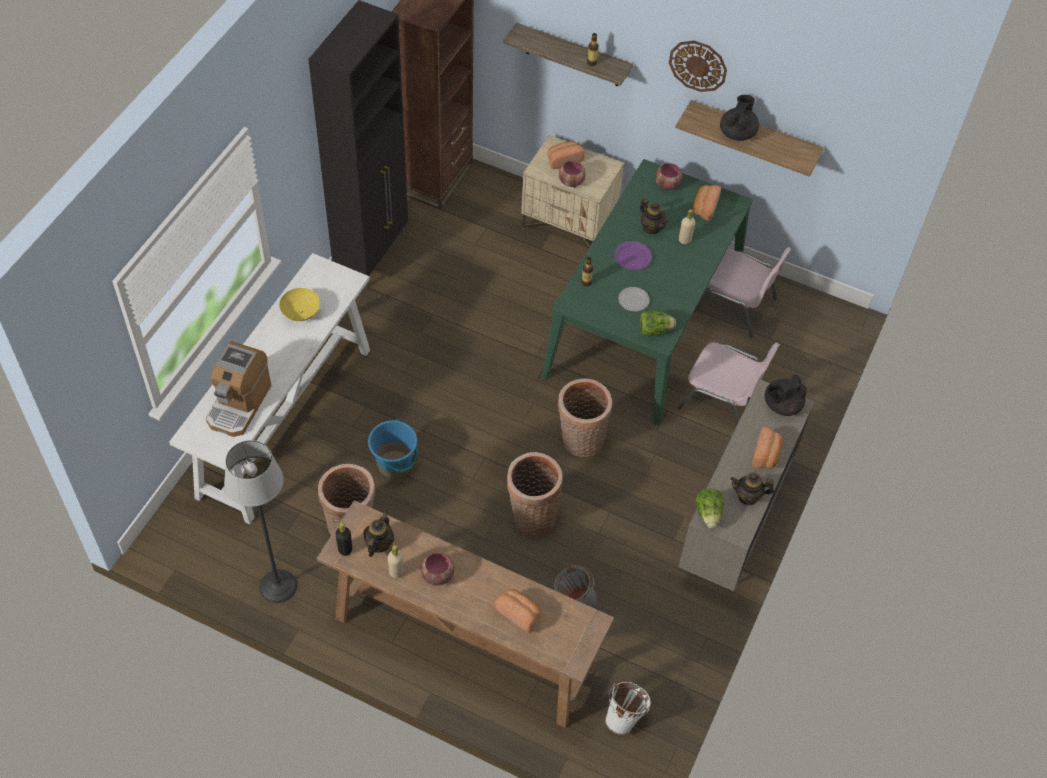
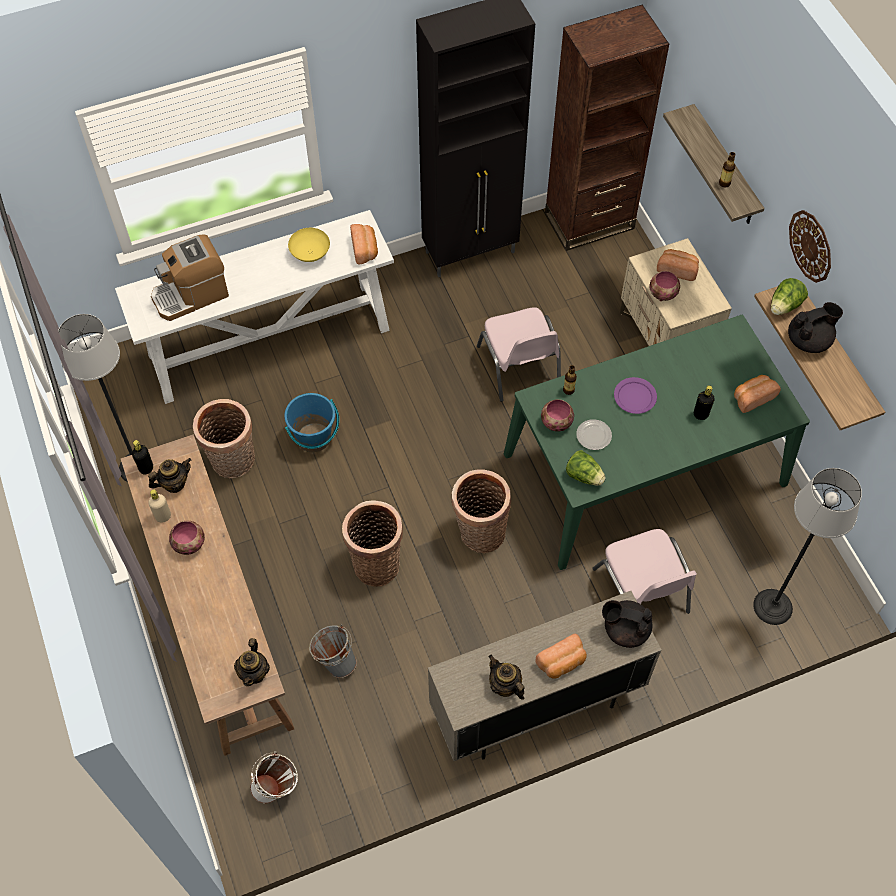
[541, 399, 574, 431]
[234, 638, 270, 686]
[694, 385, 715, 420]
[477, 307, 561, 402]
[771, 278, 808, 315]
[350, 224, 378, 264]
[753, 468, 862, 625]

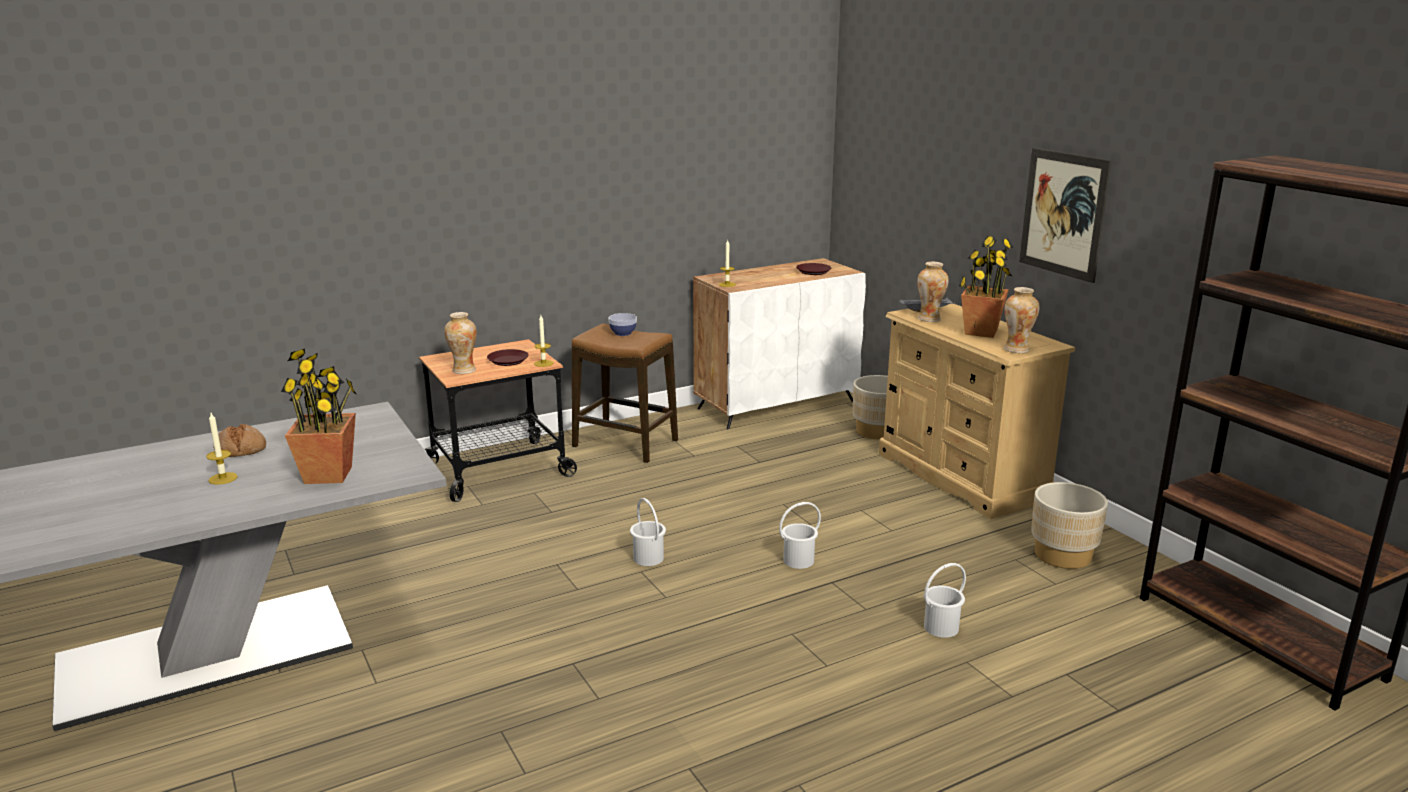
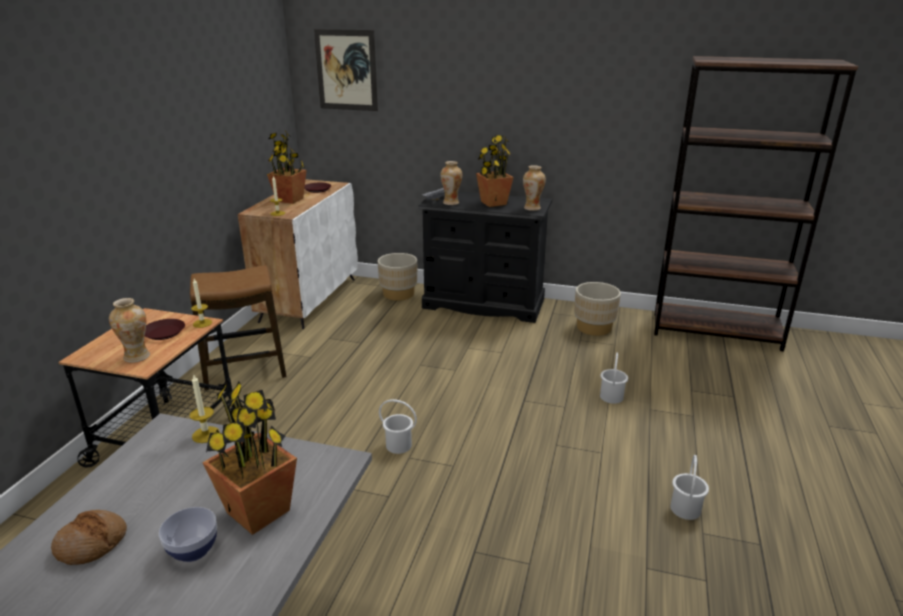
[314, 29, 378, 111]
[418, 191, 552, 323]
[159, 507, 217, 562]
[190, 375, 220, 443]
[670, 455, 709, 520]
[267, 130, 307, 204]

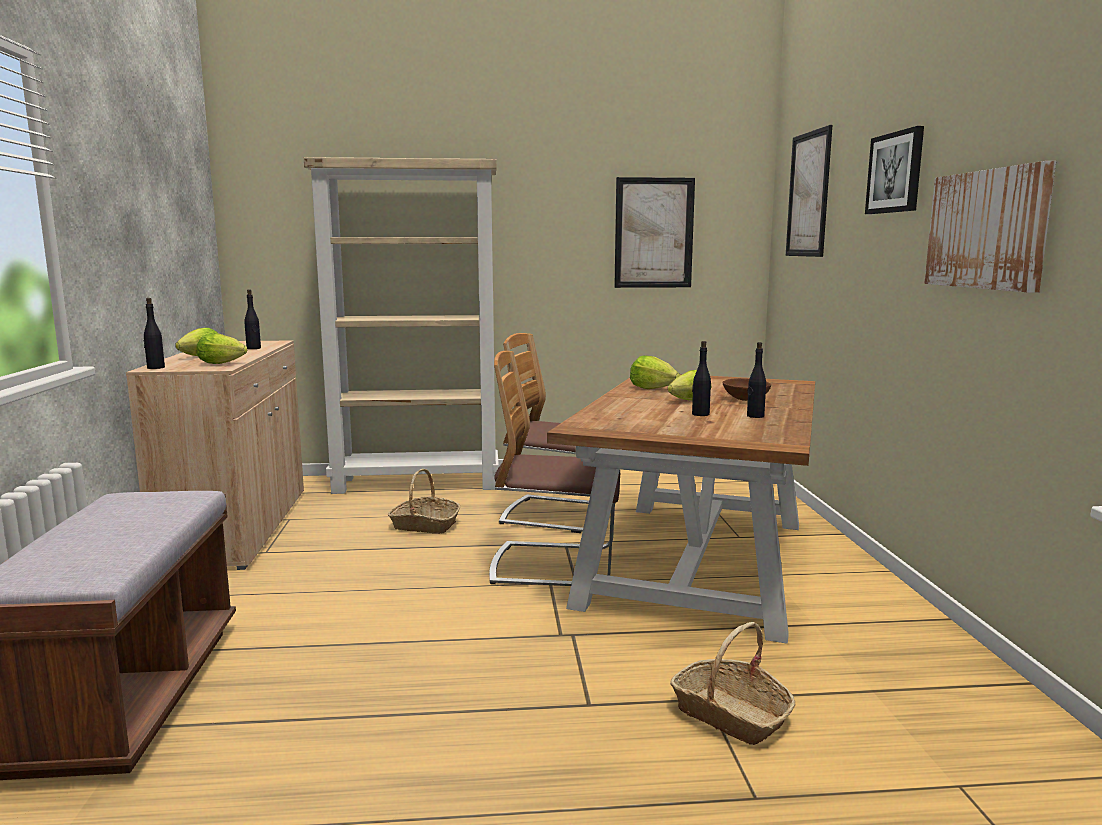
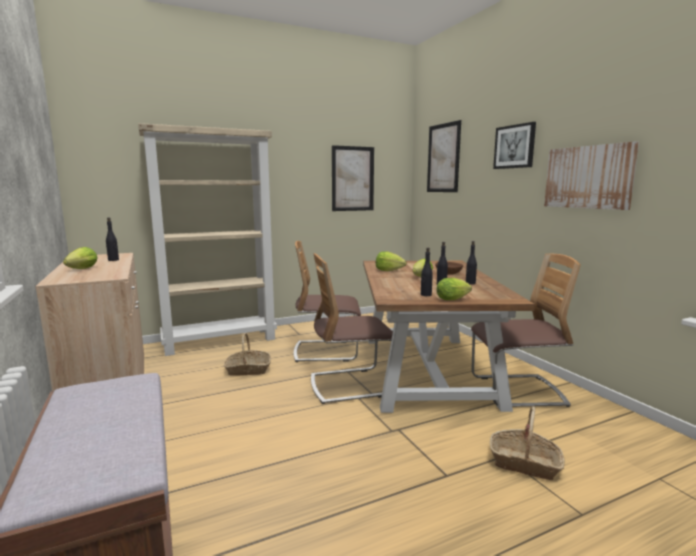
[421, 248, 433, 296]
[437, 278, 472, 300]
[471, 254, 581, 407]

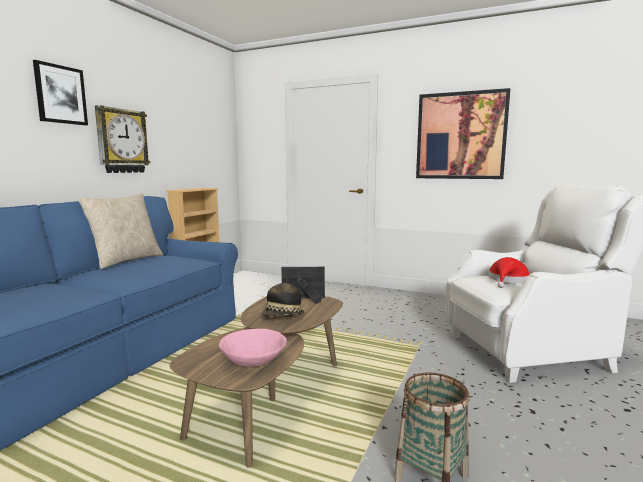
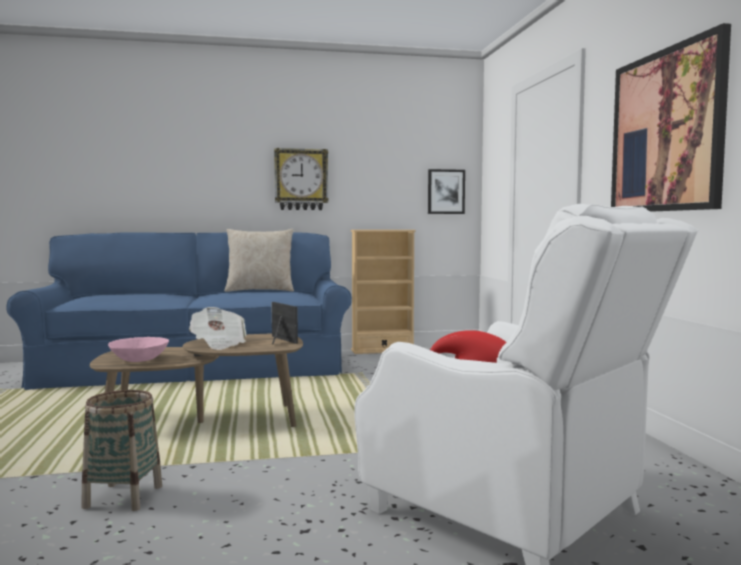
[428, 169, 465, 214]
[189, 307, 246, 350]

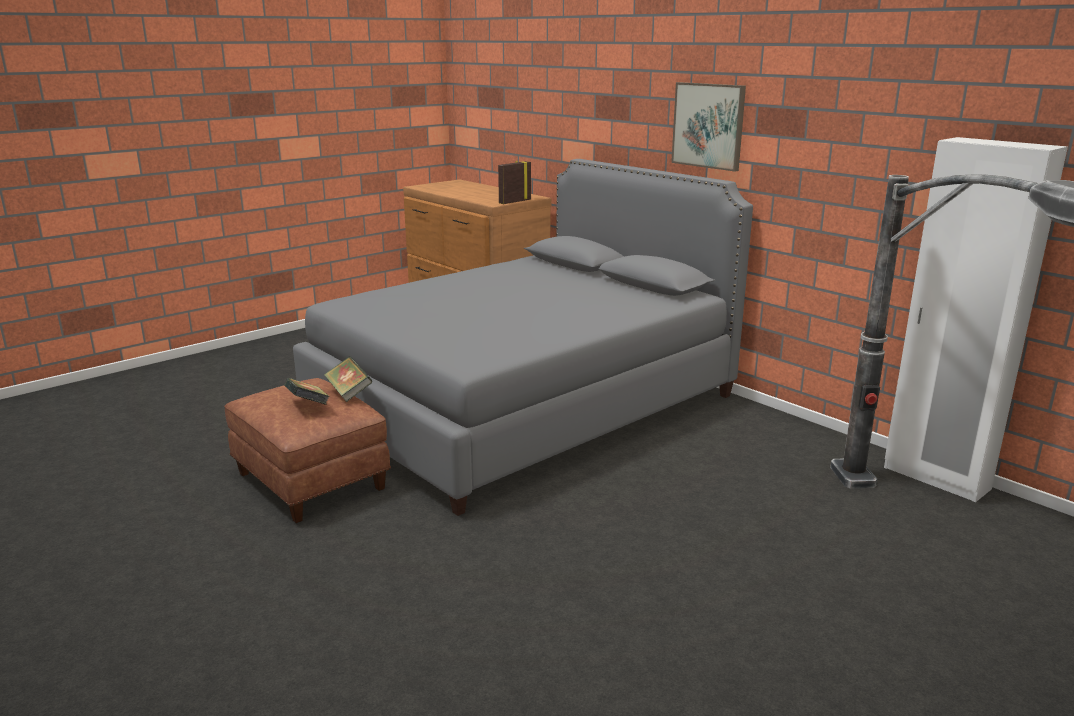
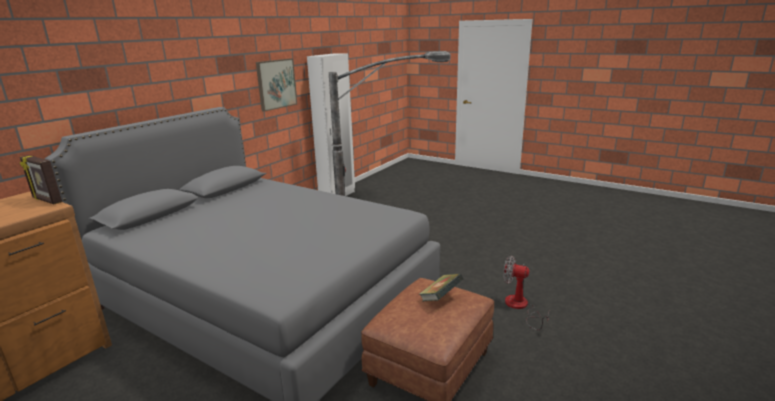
[256, 58, 297, 112]
[324, 356, 373, 402] (first image)
[503, 256, 549, 330]

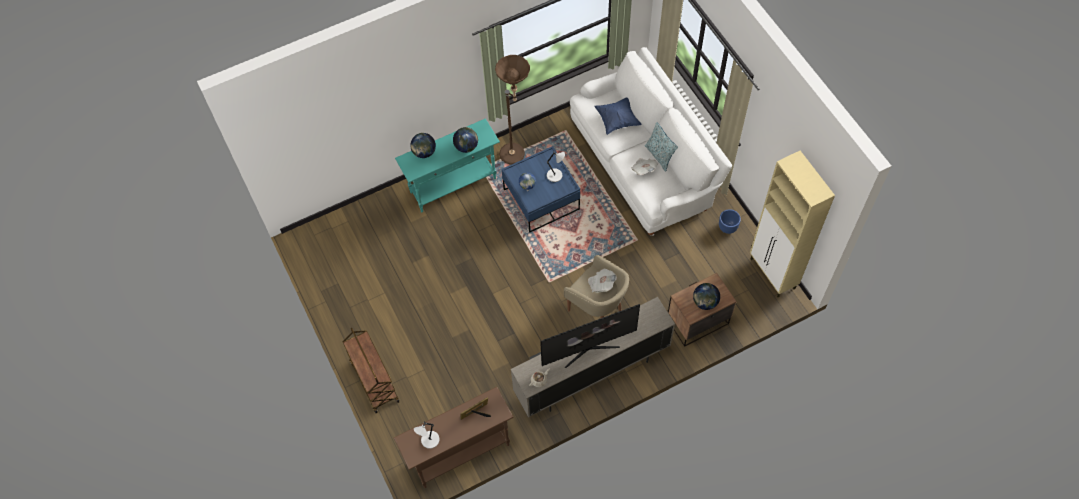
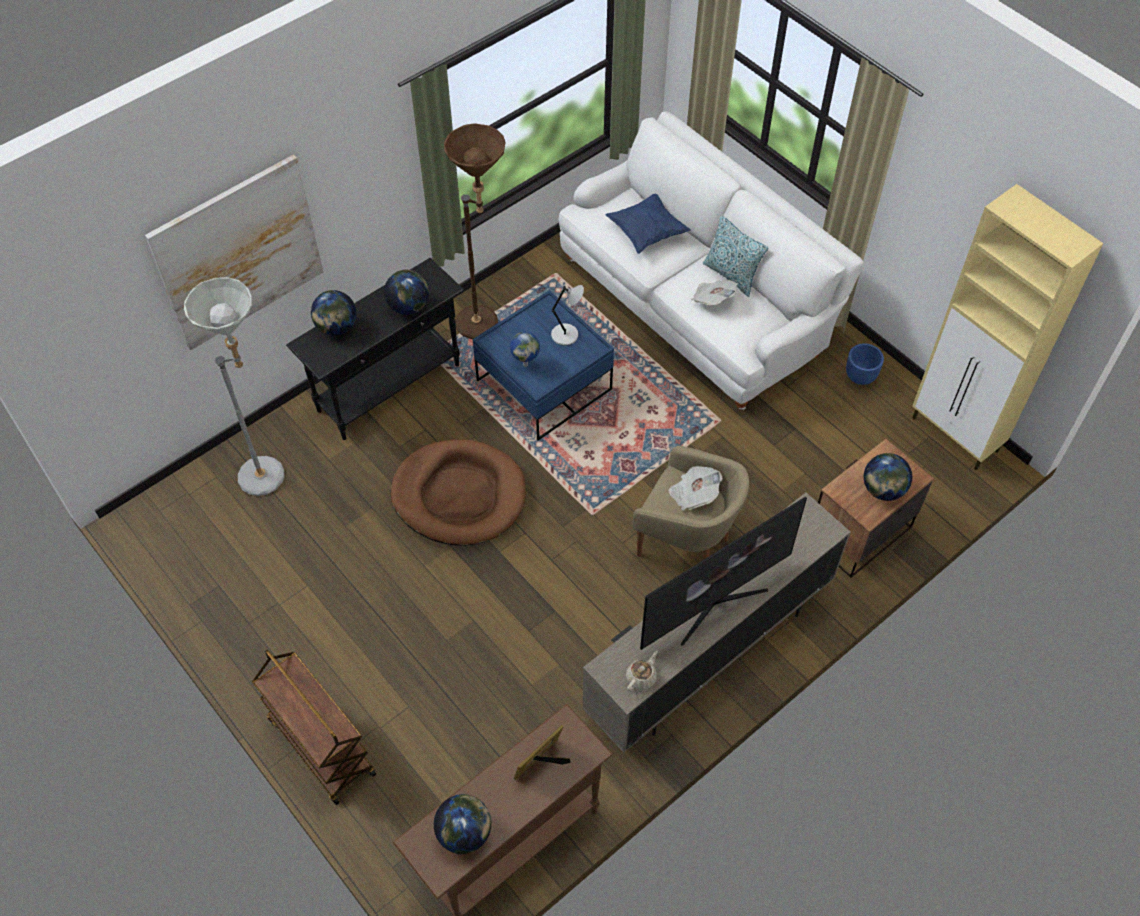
[286, 258, 464, 440]
[434, 794, 491, 855]
[145, 154, 323, 350]
[184, 277, 285, 496]
[390, 439, 526, 546]

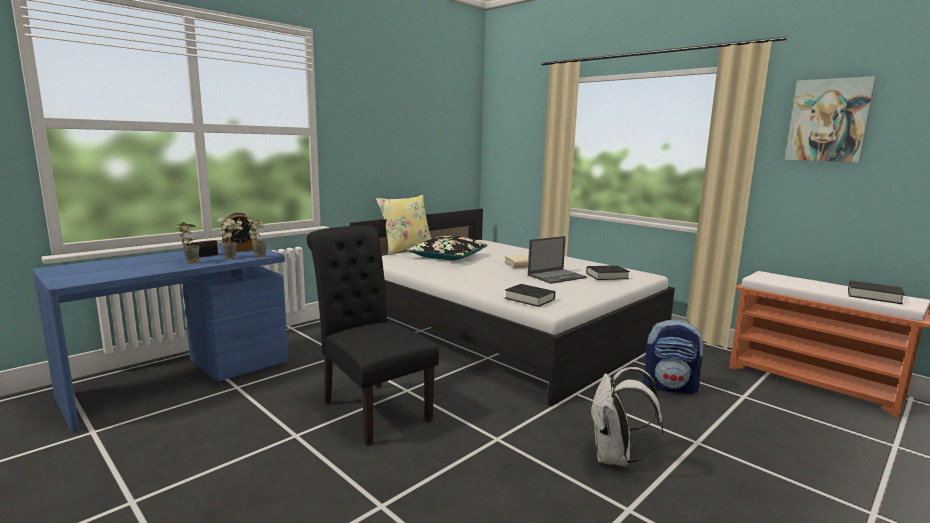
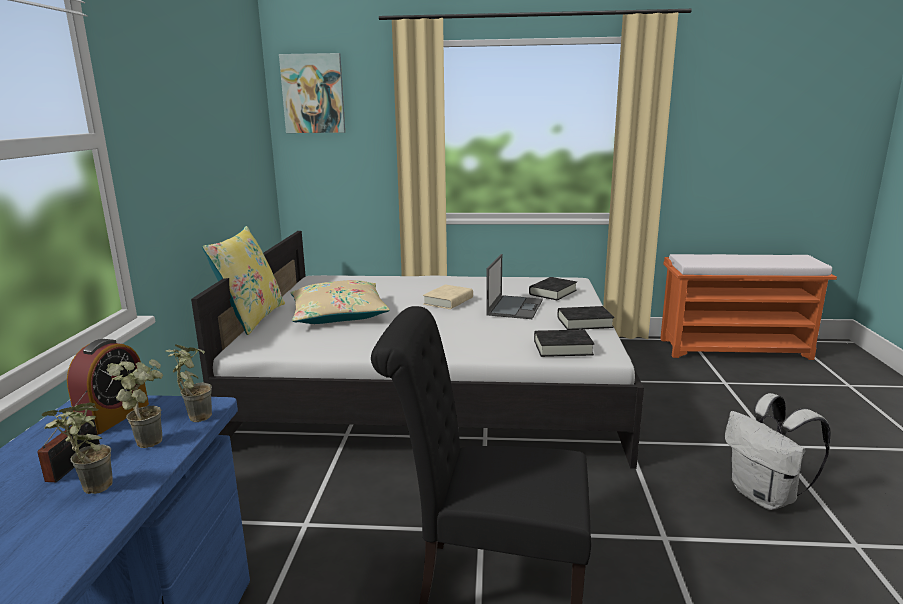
[279, 53, 345, 133]
[291, 280, 390, 324]
[557, 306, 614, 330]
[643, 320, 705, 395] (first image)

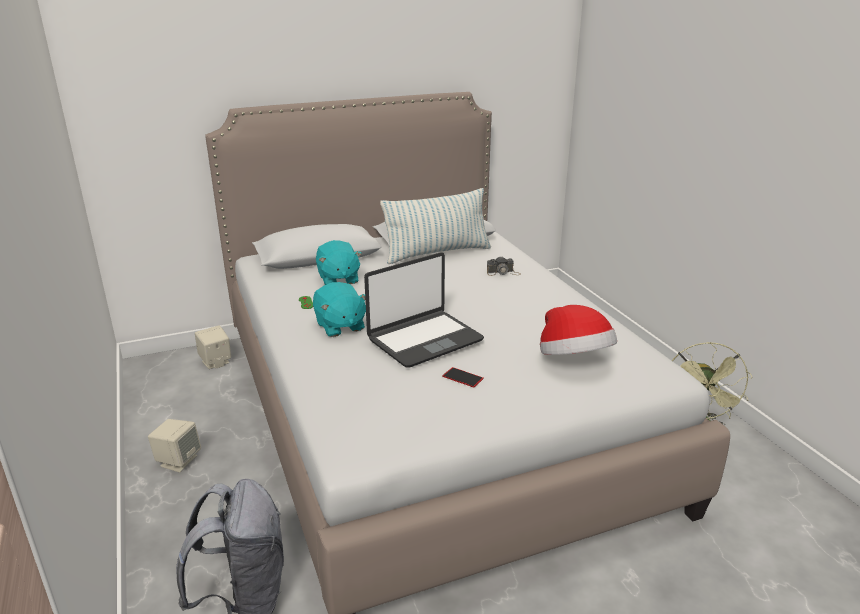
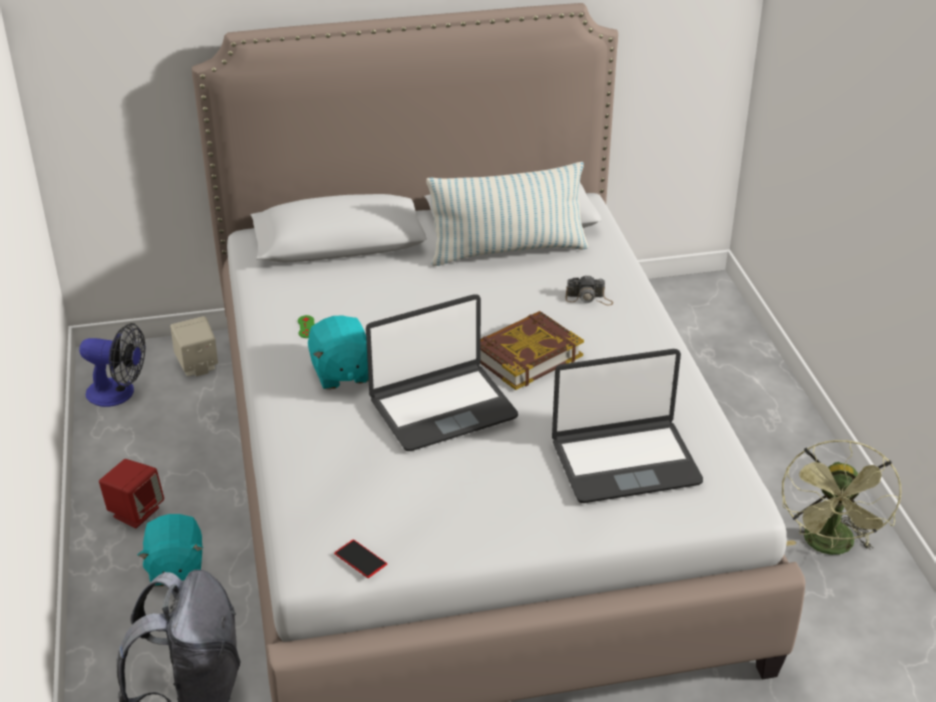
[137, 514, 203, 587]
[552, 349, 703, 503]
[334, 539, 387, 578]
[99, 459, 164, 528]
[480, 311, 584, 390]
[79, 323, 145, 407]

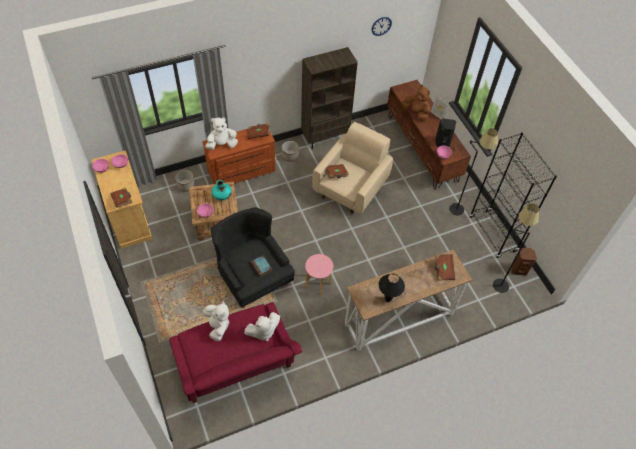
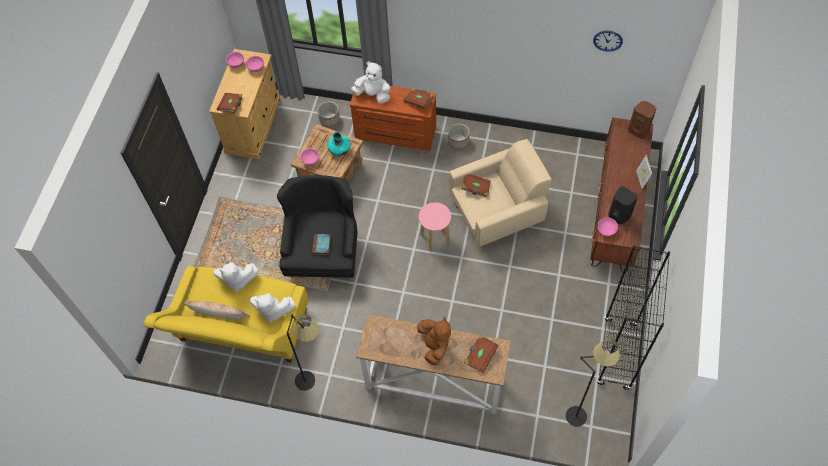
[301, 47, 358, 149] (first image)
[417, 317, 451, 365]
[286, 314, 319, 391]
[628, 101, 656, 139]
[419, 202, 451, 252]
[379, 273, 405, 302] (first image)
[213, 262, 259, 292]
[144, 266, 308, 362]
[184, 301, 250, 320]

